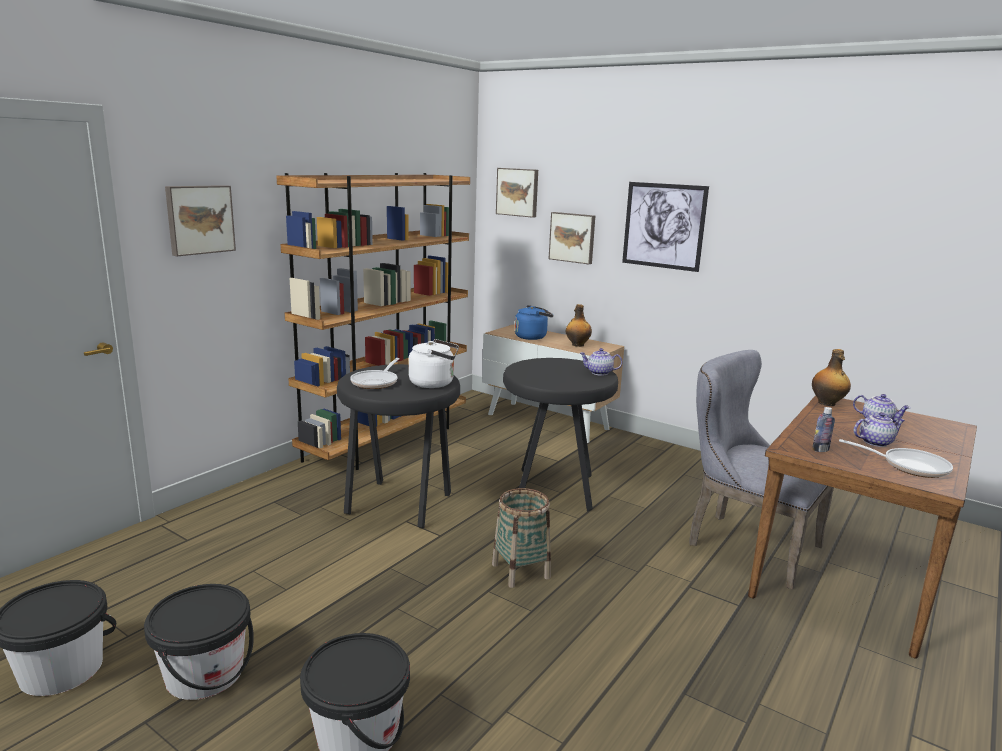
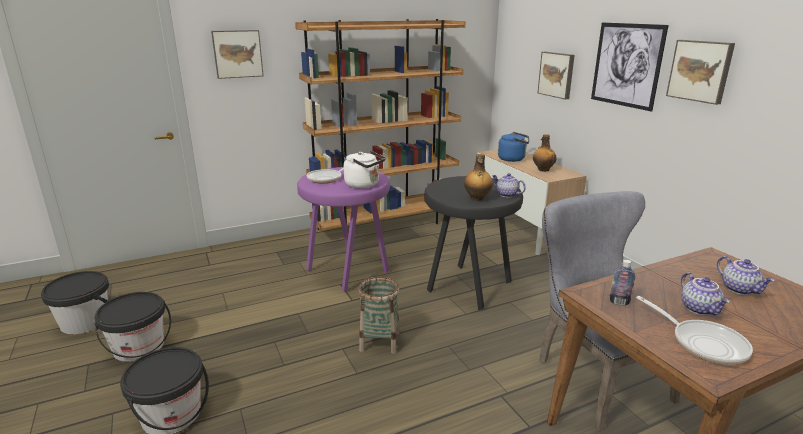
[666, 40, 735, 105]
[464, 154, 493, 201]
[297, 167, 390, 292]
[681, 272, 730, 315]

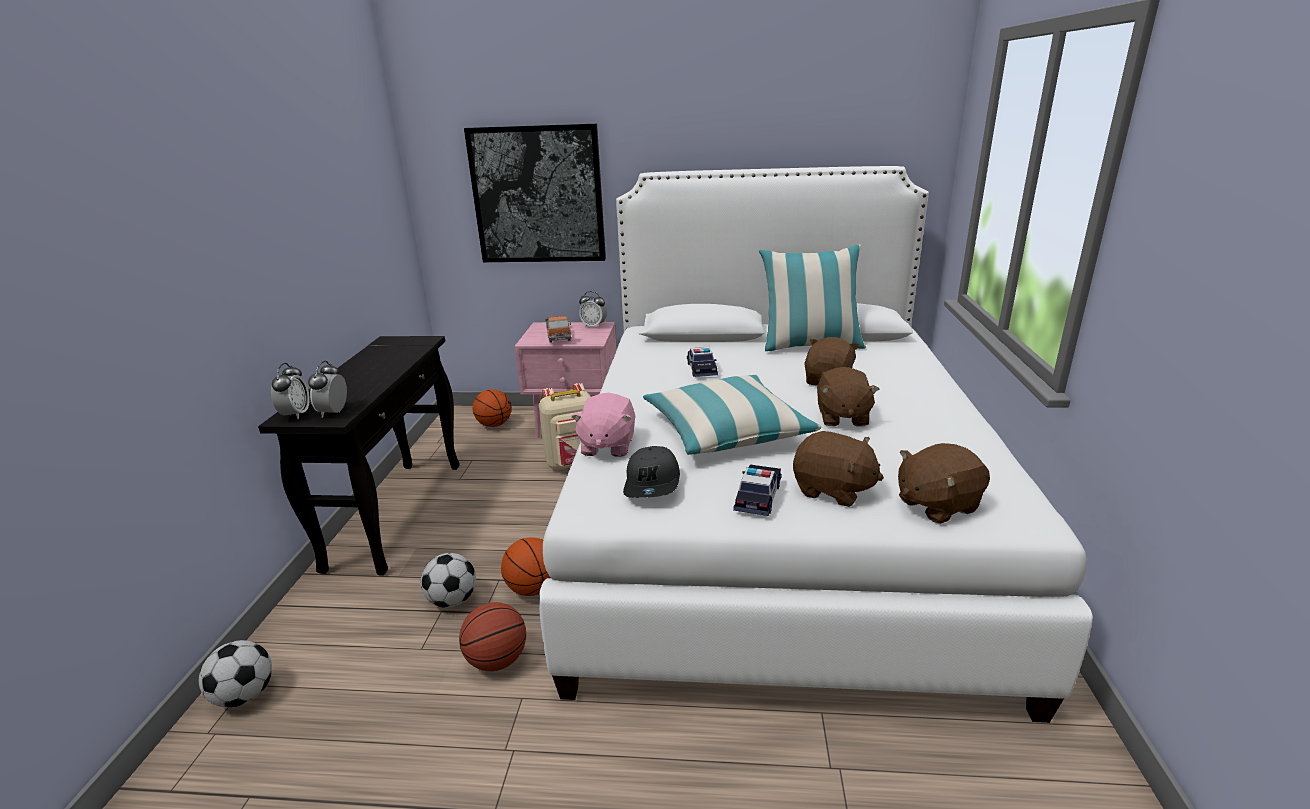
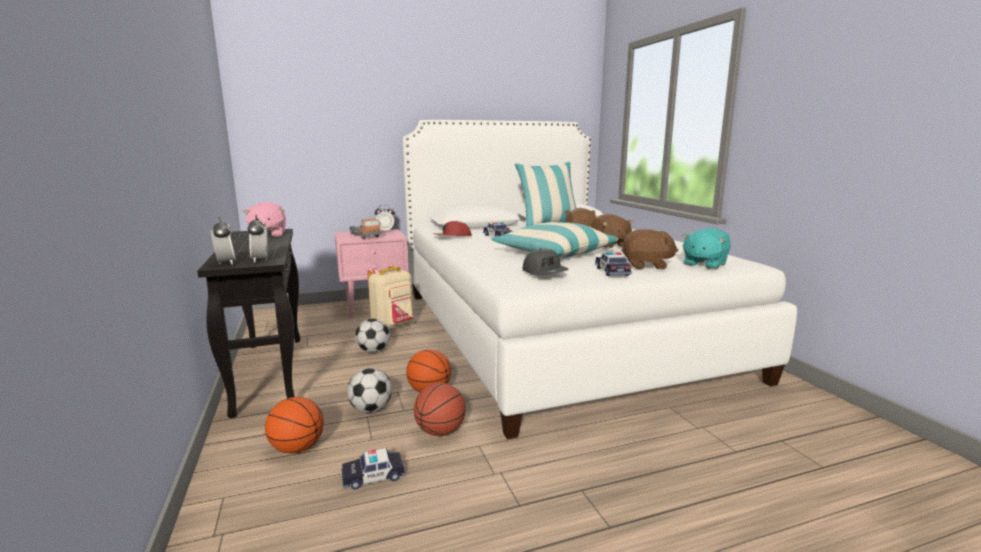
[464, 124, 606, 262] (first image)
[265, 397, 324, 454]
[243, 202, 286, 237]
[682, 228, 731, 269]
[355, 318, 390, 353]
[432, 221, 472, 236]
[341, 448, 405, 490]

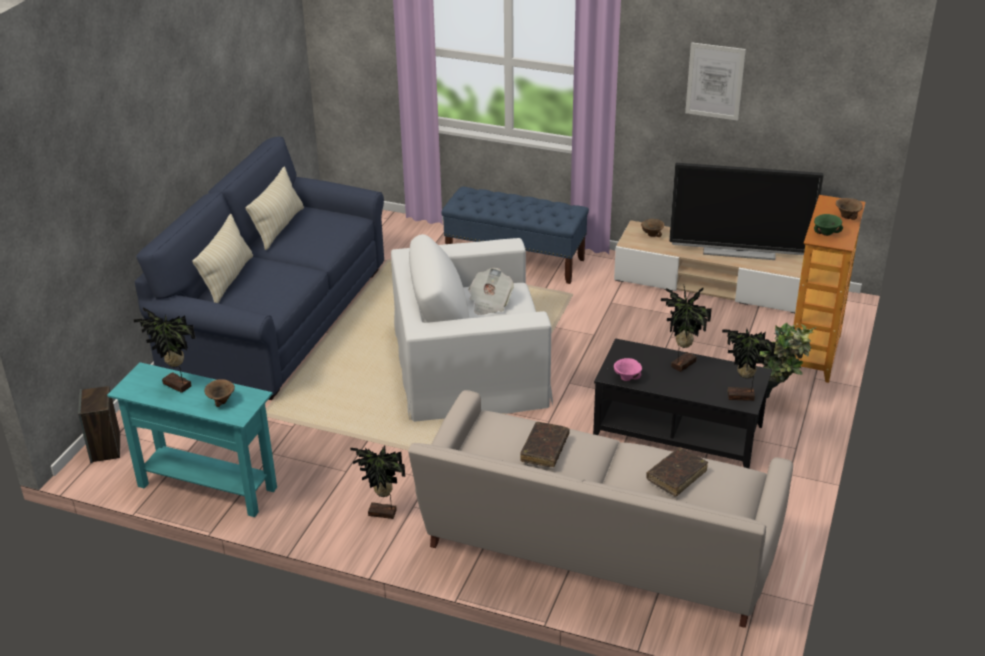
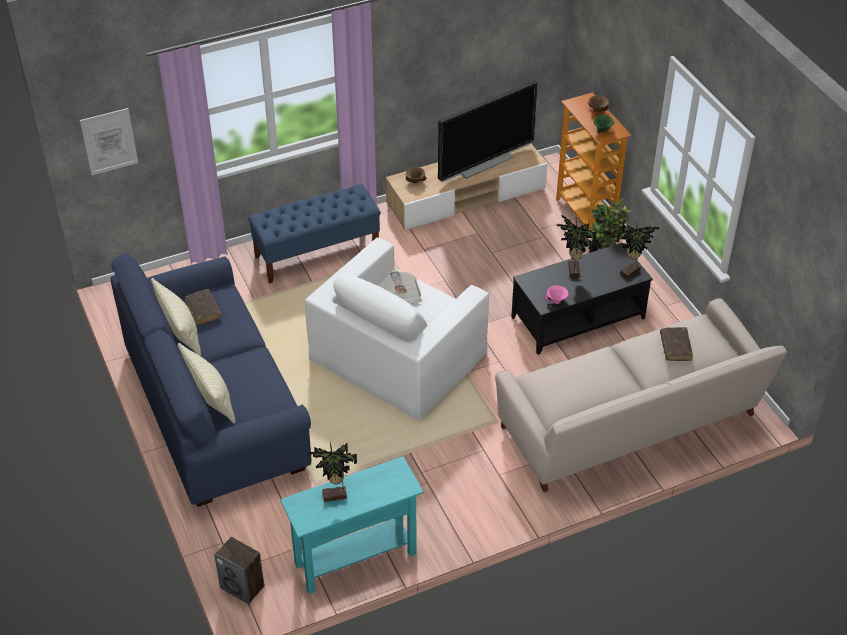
[80, 108, 138, 175]
[205, 379, 235, 407] (first image)
[185, 289, 222, 326]
[350, 446, 405, 519] (first image)

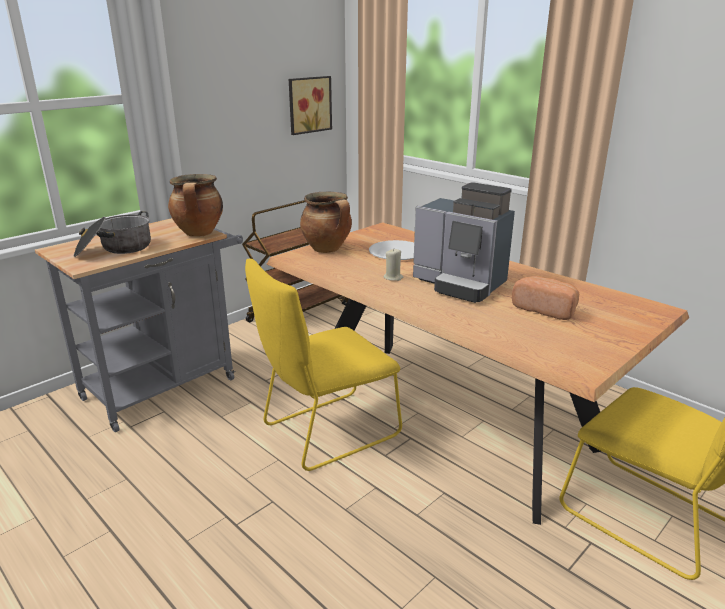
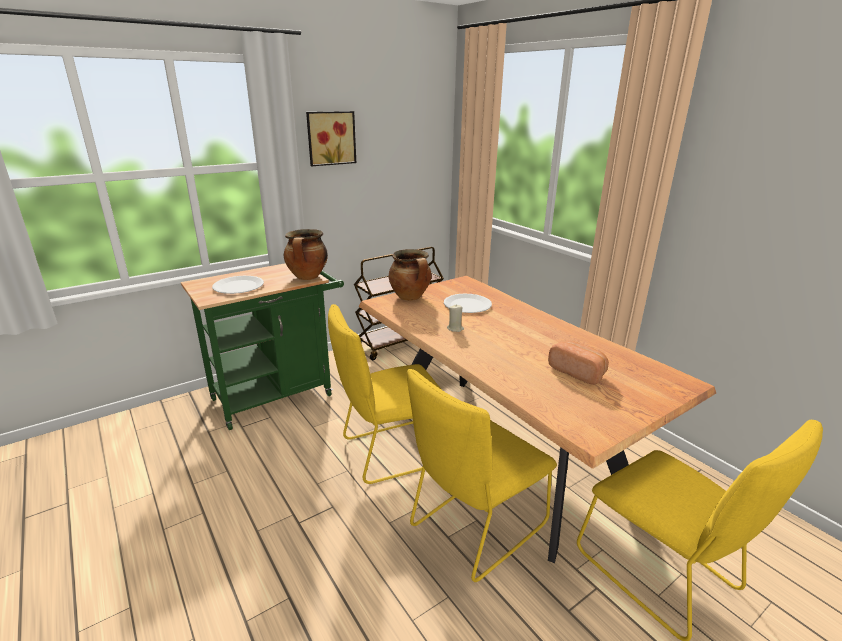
[306, 111, 356, 166]
[413, 182, 515, 303] (first image)
[212, 276, 264, 294]
[181, 263, 344, 430]
[407, 369, 557, 582]

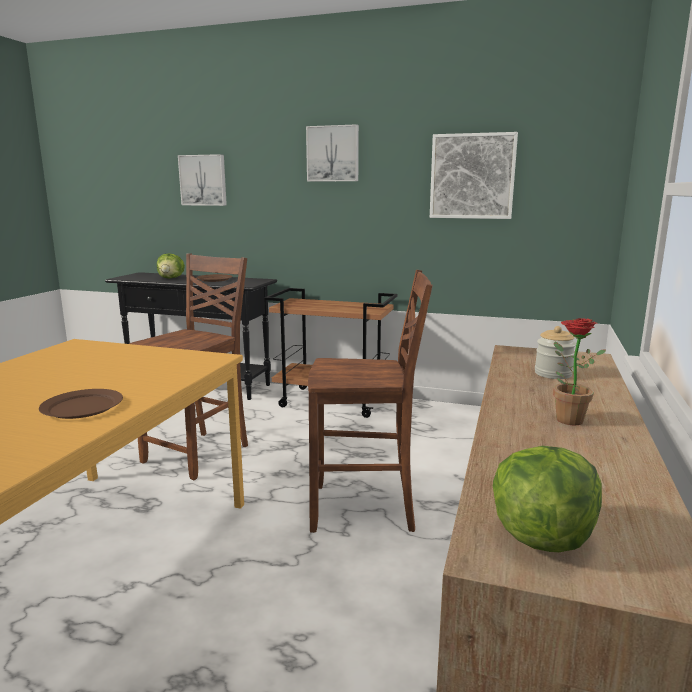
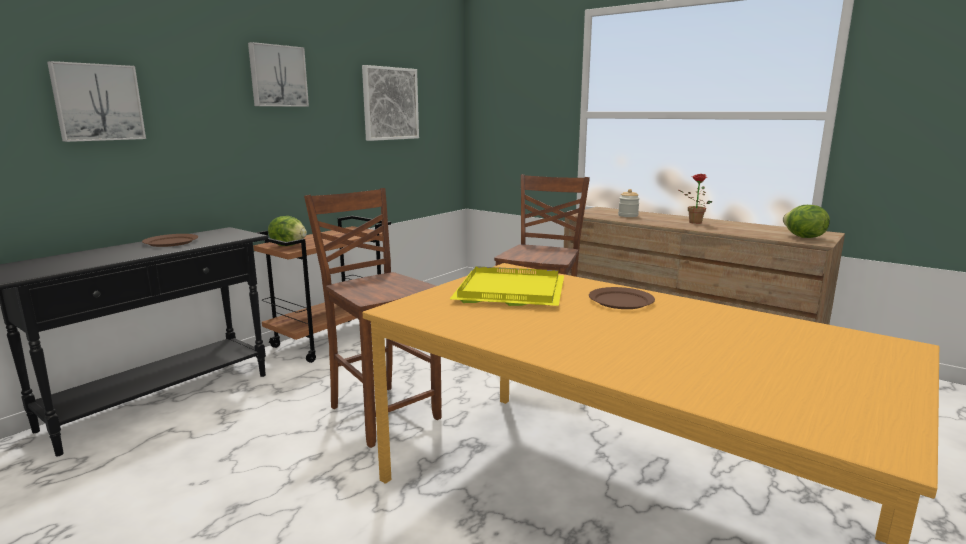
[268, 216, 307, 246]
[450, 266, 564, 306]

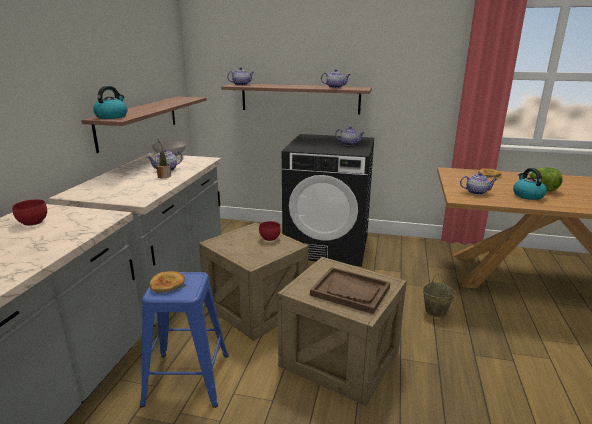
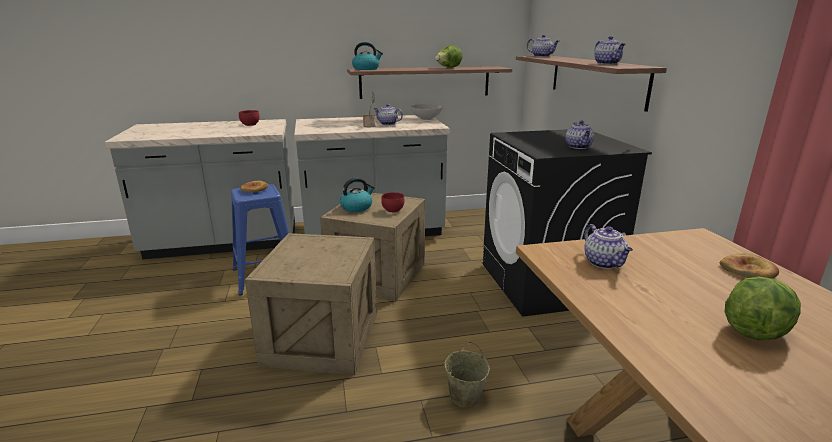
[340, 178, 375, 212]
[310, 267, 390, 314] (first image)
[435, 45, 463, 68]

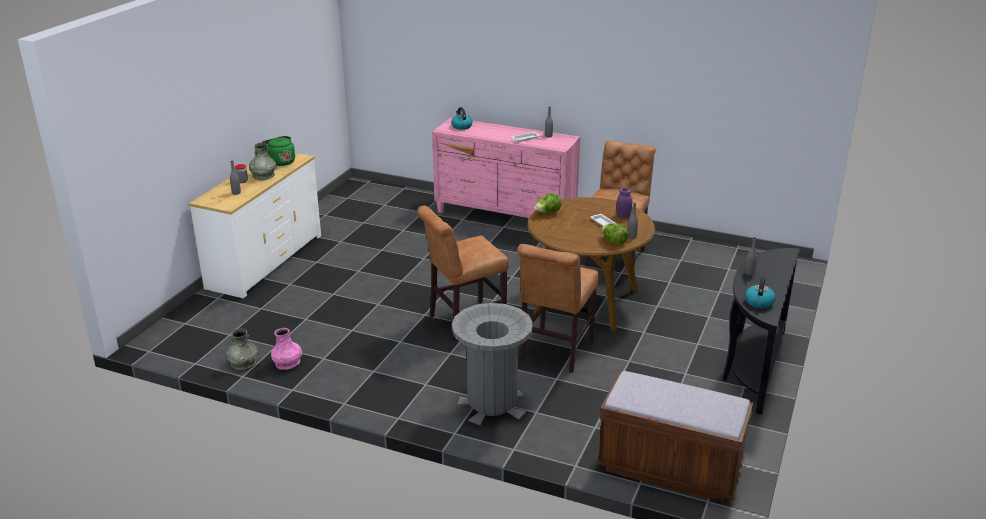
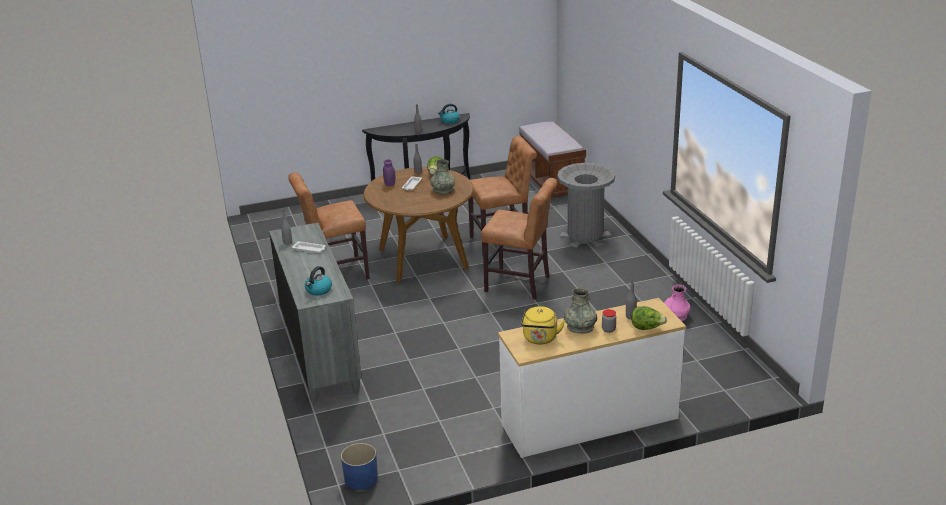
[269, 223, 362, 403]
[521, 306, 565, 344]
[631, 306, 667, 330]
[430, 159, 455, 194]
[341, 443, 378, 490]

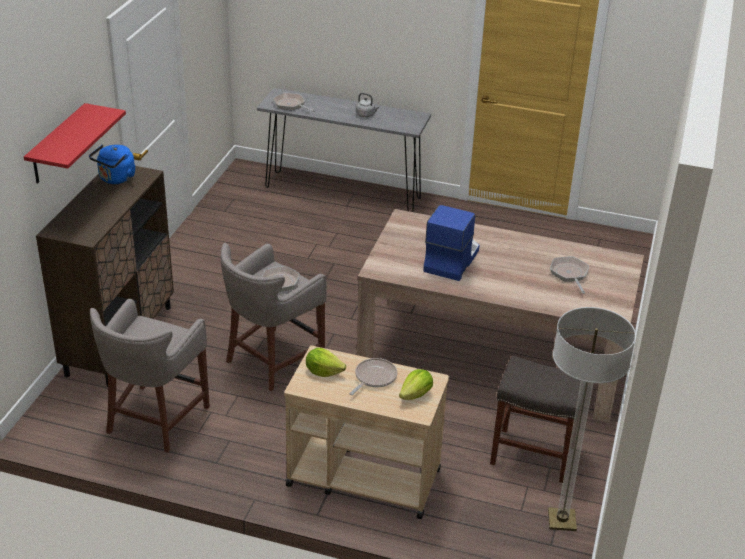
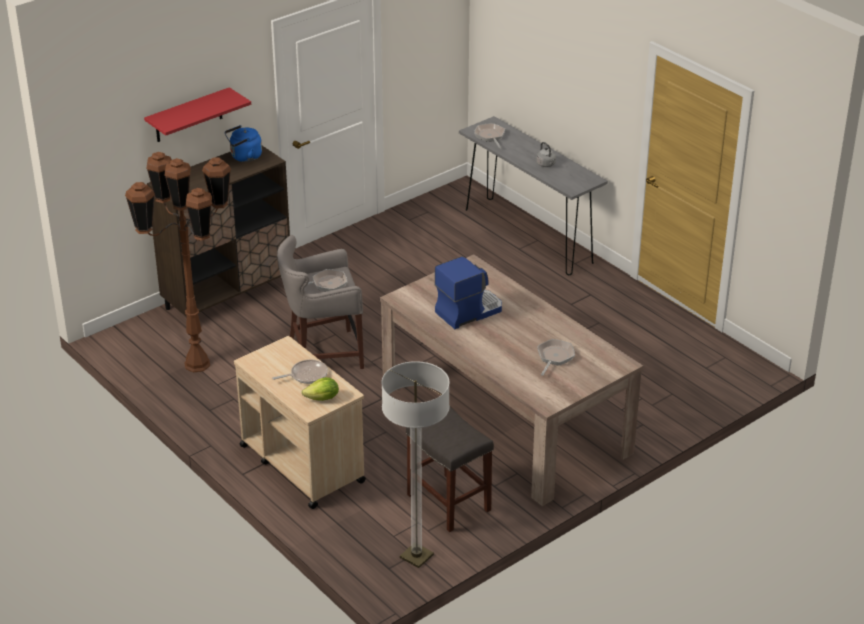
[125, 152, 231, 372]
[306, 348, 346, 377] (first image)

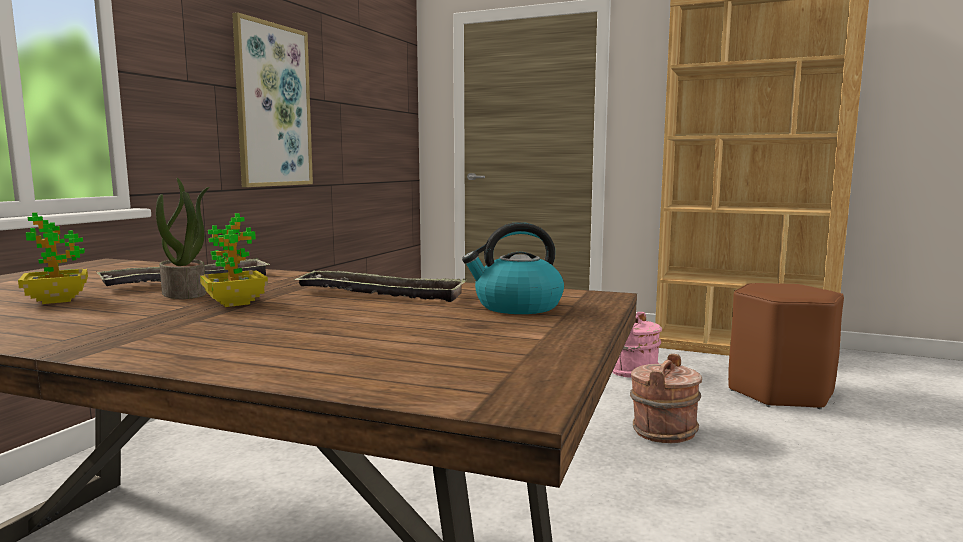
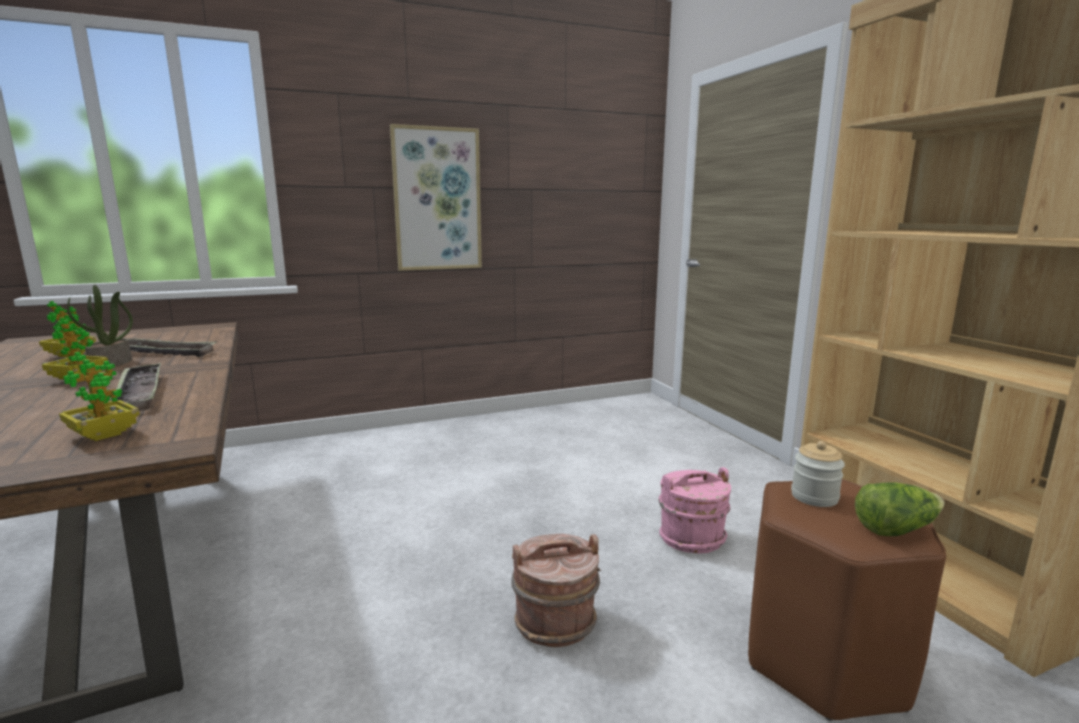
[59, 352, 139, 441]
[791, 441, 845, 507]
[855, 482, 944, 536]

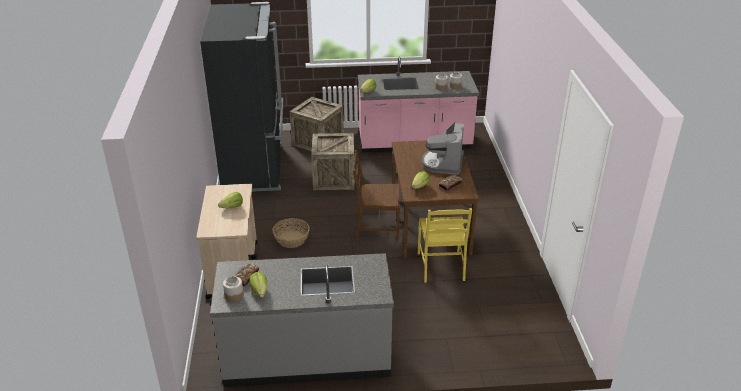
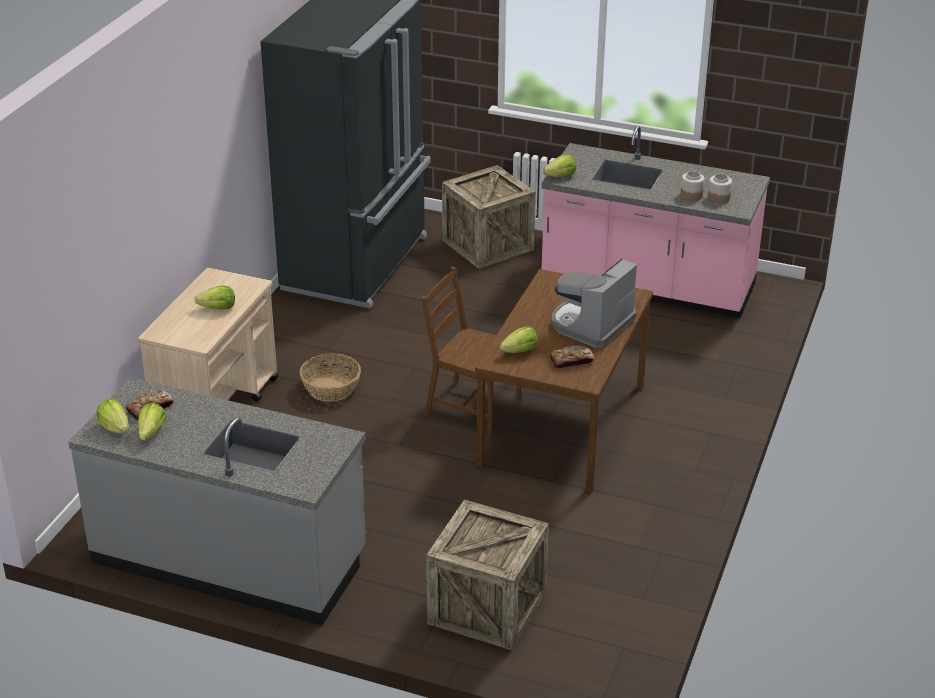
[426, 500, 549, 650]
[418, 208, 472, 283] (first image)
[97, 399, 129, 434]

